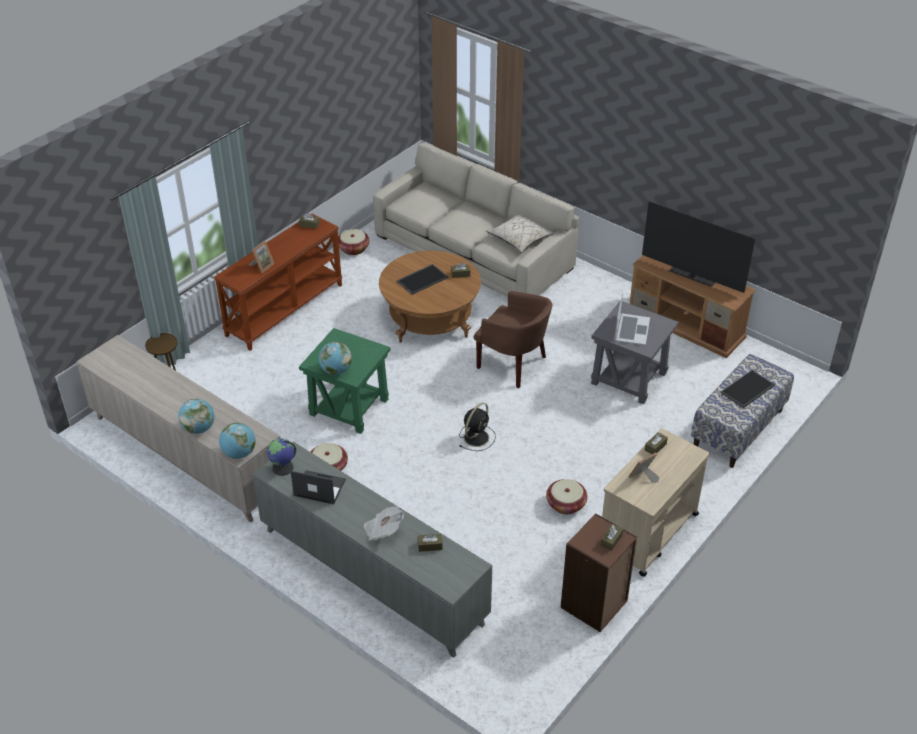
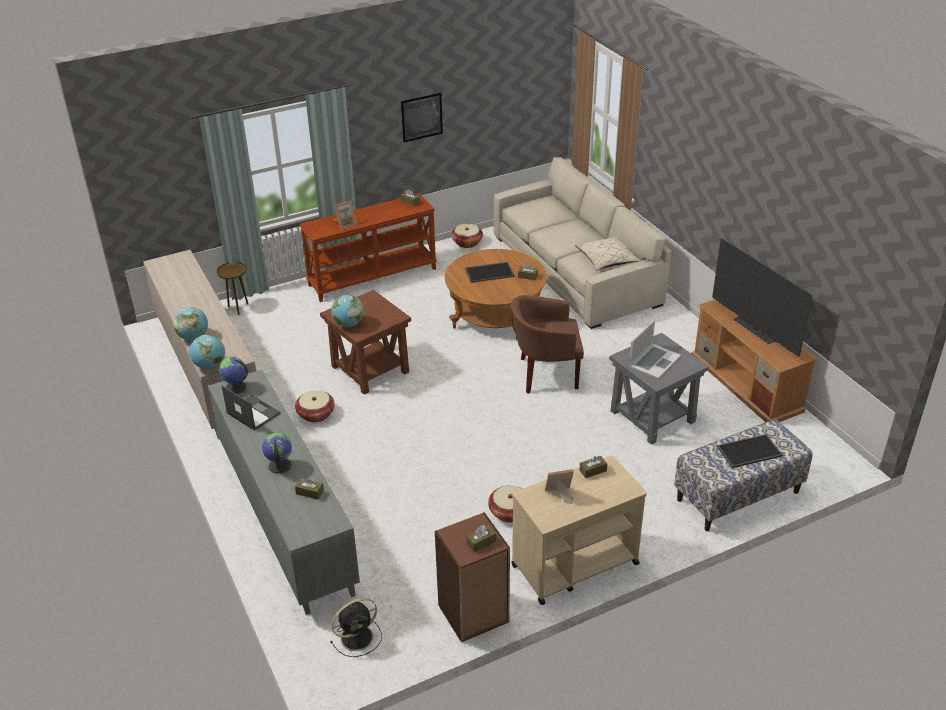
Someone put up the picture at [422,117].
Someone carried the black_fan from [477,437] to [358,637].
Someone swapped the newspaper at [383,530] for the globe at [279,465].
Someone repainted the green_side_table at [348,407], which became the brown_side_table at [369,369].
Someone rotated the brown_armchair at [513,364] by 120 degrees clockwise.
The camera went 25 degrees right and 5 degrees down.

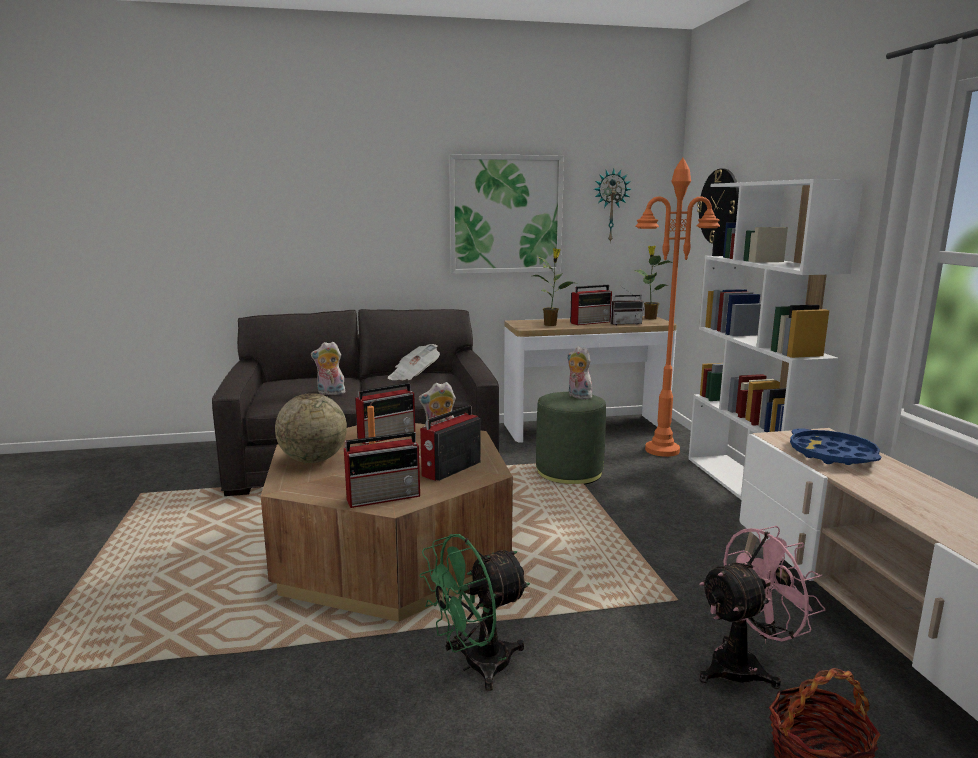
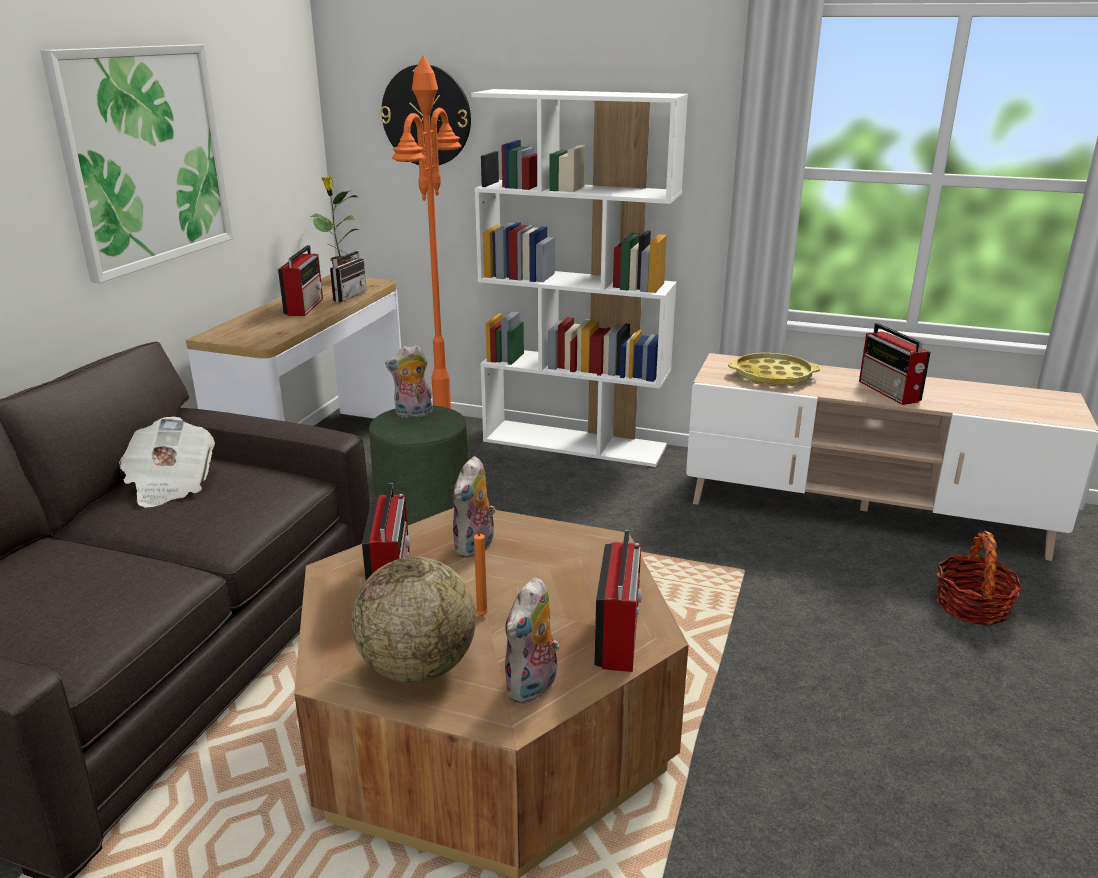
Someone took away the green_fan at [476,666].
Someone took away the potted_plant at [551,324].
Someone took away the wall_clock at [610,205].
Someone took away the pink_fan at [745,666].
Someone carried the plush_toy from [330,393] to [533,688].
Someone carried the radio from [450,469] to [890,392].
Someone repainted the blue_tray at [832,454], which became the yellow_tray at [772,376].
The camera went 60 degrees left and 10 degrees up.

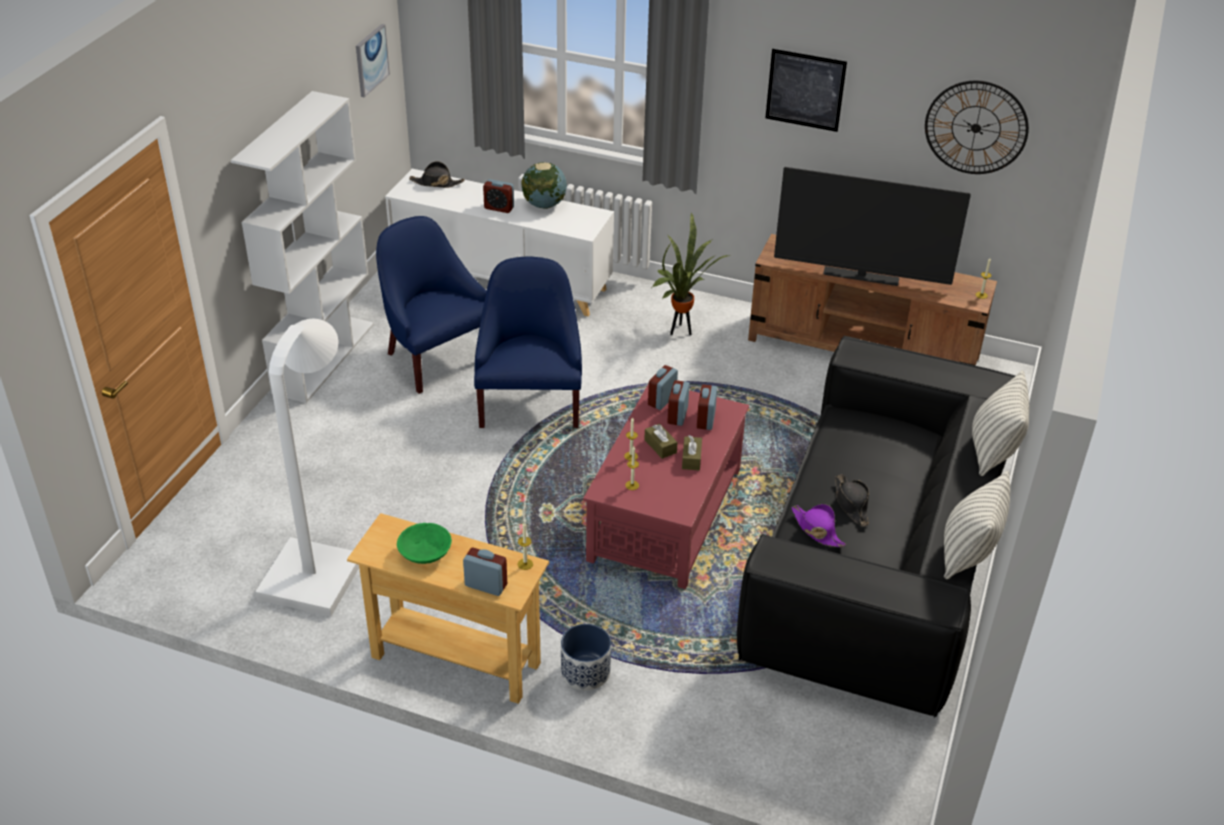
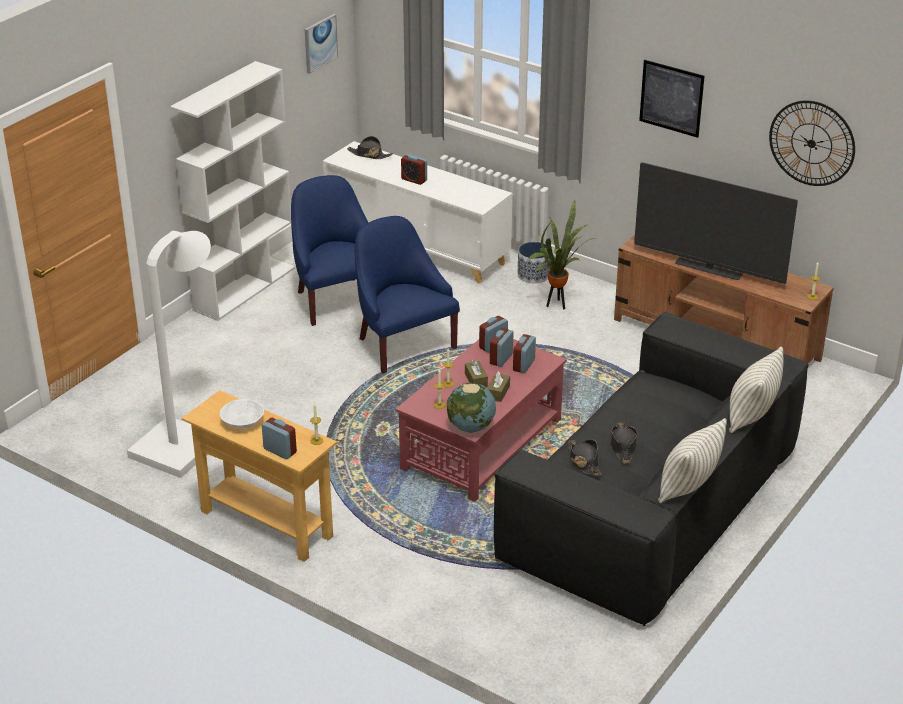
Someone carried the globe from [544,205] to [471,427].
Someone carried the planter from [585,671] to [534,275].
Someone repainted the green_bowl at [425,553], which became the white_bowl at [242,422].
Someone repainted the purple_hat at [817,530], which became the black_hat at [583,461].
Someone rotated the blue_armchair at [530,402] by 45 degrees counterclockwise.
The camera went 15 degrees right and 5 degrees down.

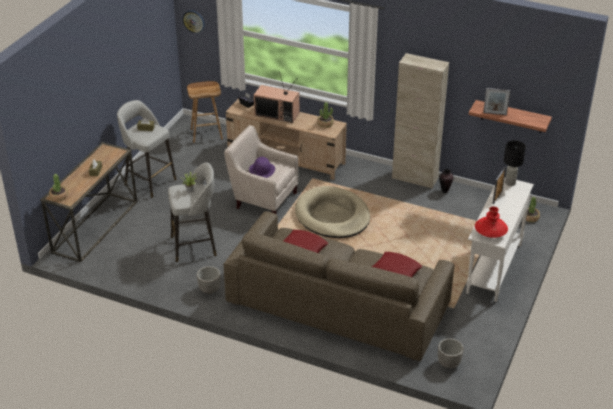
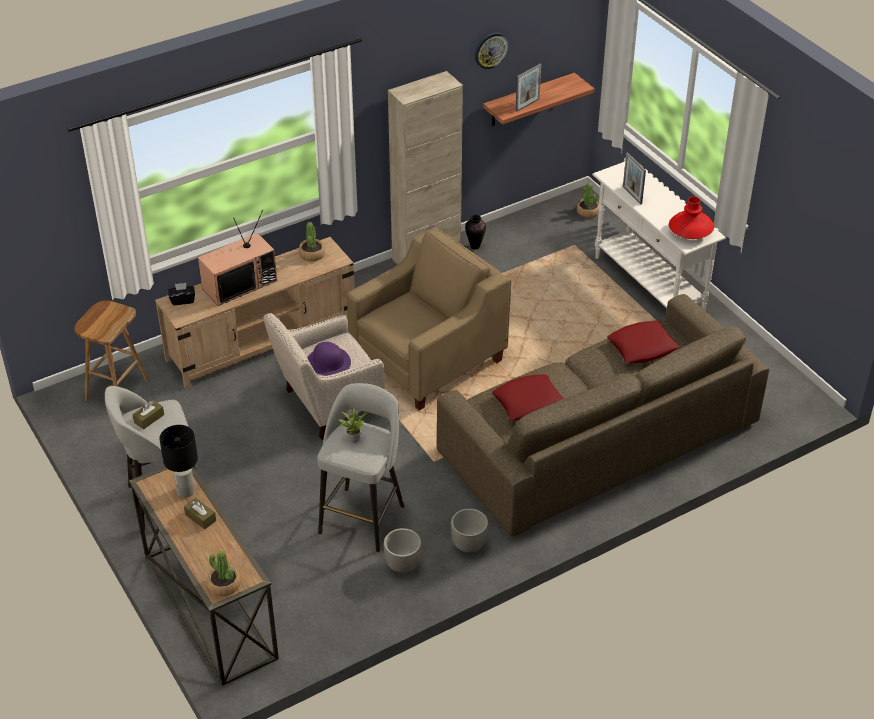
Someone carried the wall_clock from [193,21] to [491,50].
Someone carried the planter from [448,363] to [402,565].
Someone carried the black_table_lamp from [510,183] to [185,491].
Someone swapped the beige_dog_bed at [332,216] for the beige_armchair at [428,360].
The camera went 55 degrees left and 5 degrees up.

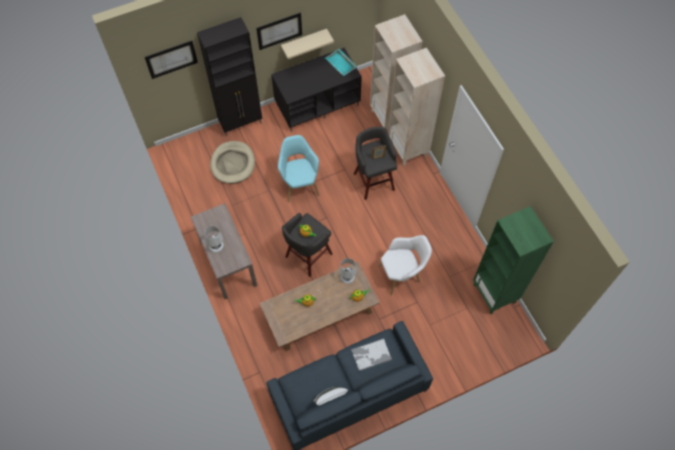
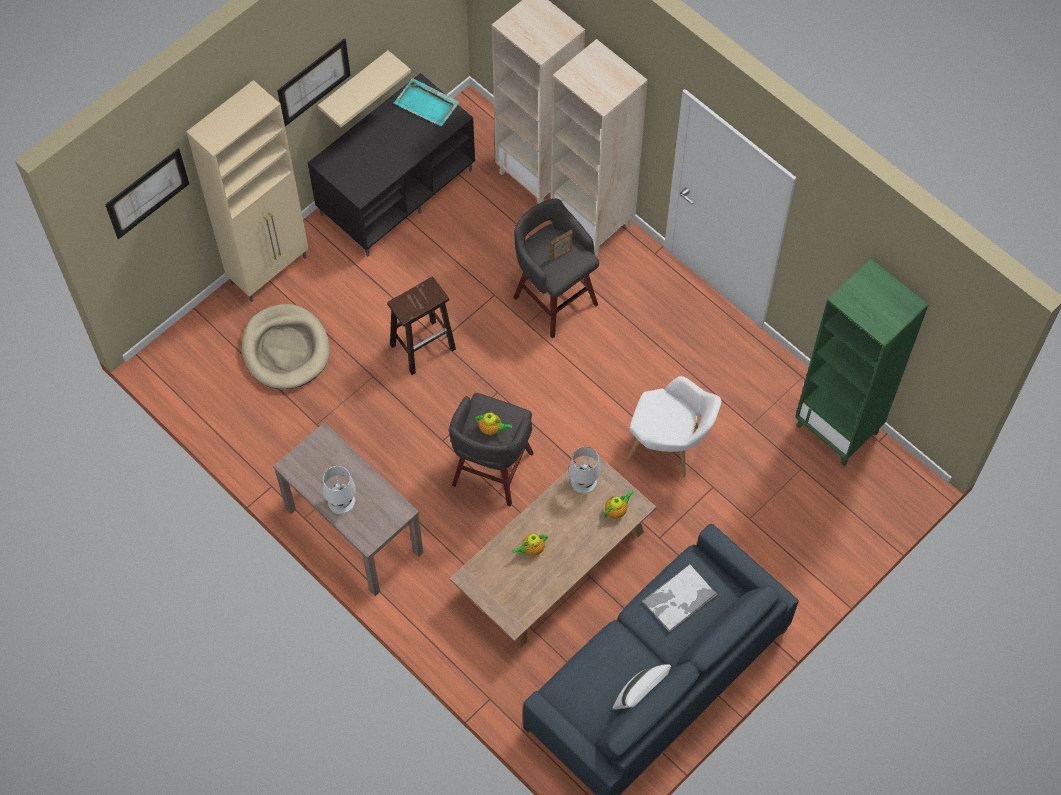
Someone swapped the turquoise_armchair at [299,183] for the brown_stool at [423,346].
Someone repainted the black_cabinet at [241,123], which became the beige_cabinet at [270,270].
Someone rotated the white_armchair at [402,274] by 60 degrees clockwise.
The camera went 20 degrees left and 0 degrees up.

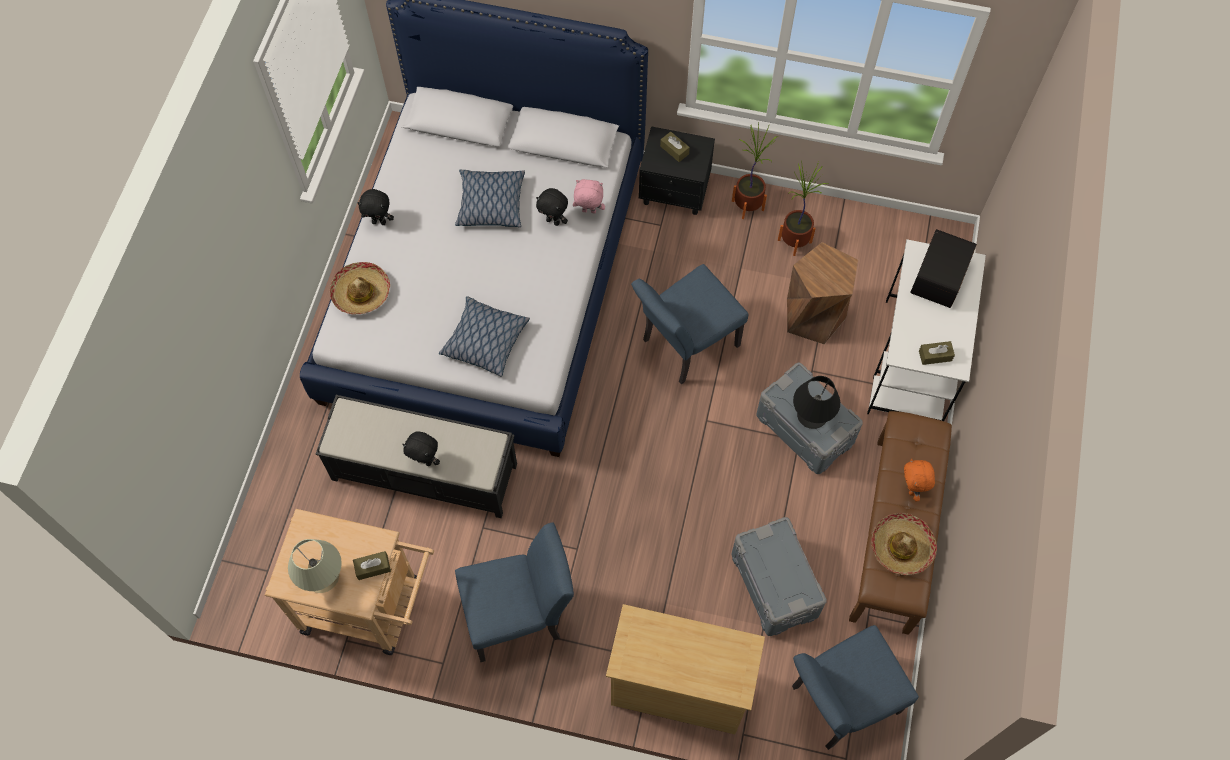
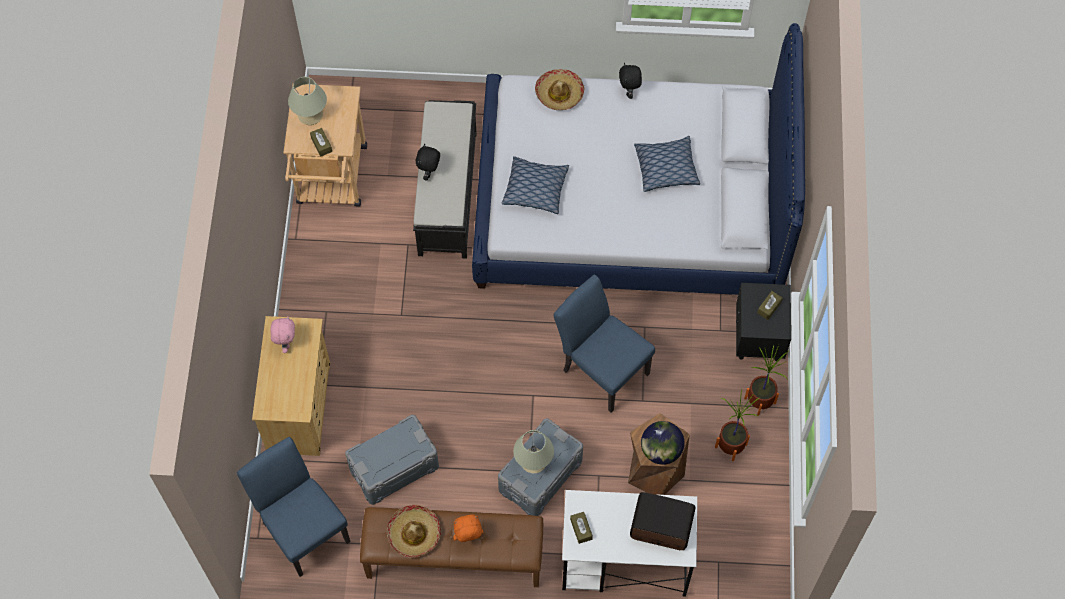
Someone took away the blue_chair at [520,615].
Someone took away the black_plush_toy at [553,221].
Someone put down the globe at [661,450].
Someone carried the pink_plush_toy from [588,212] to [286,343].
Someone repainted the black_table_lamp at [812,415], which became the beige_table_lamp at [534,461].
The camera went 80 degrees right and 0 degrees up.

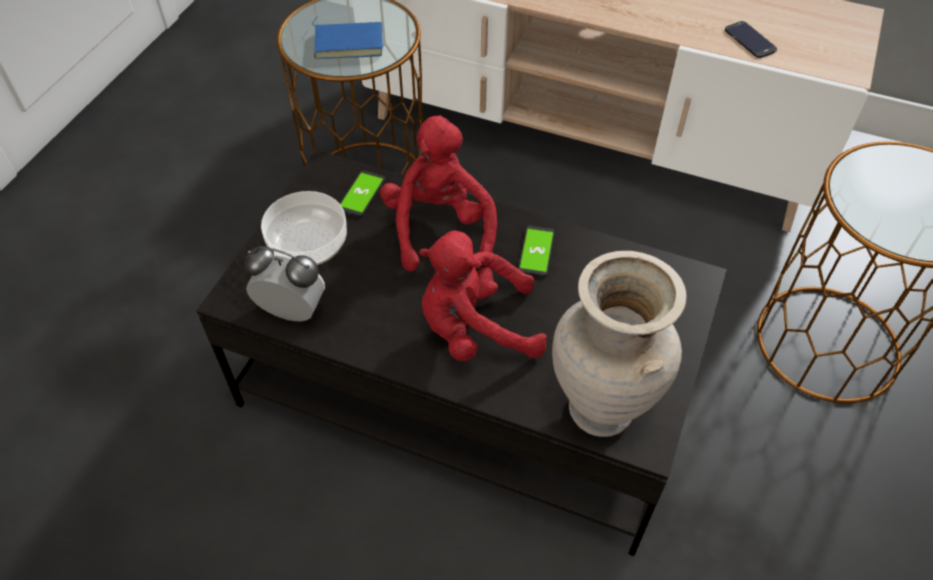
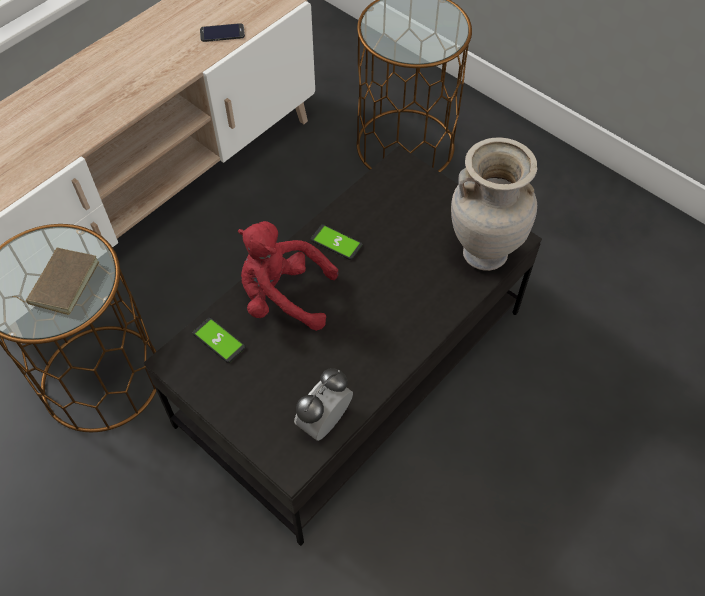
Someone took away the bowl at [309,244].
Someone took away the red_plush_toy at [475,329].
Someone repainted the blue_book at [349,42], which became the brown_book at [62,282].
The camera went 70 degrees left and 5 degrees up.

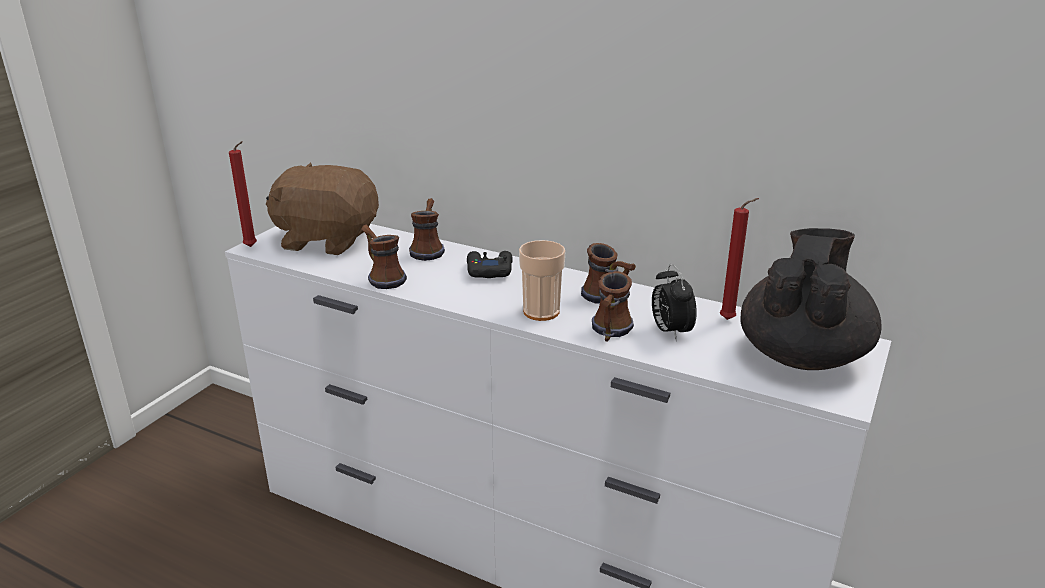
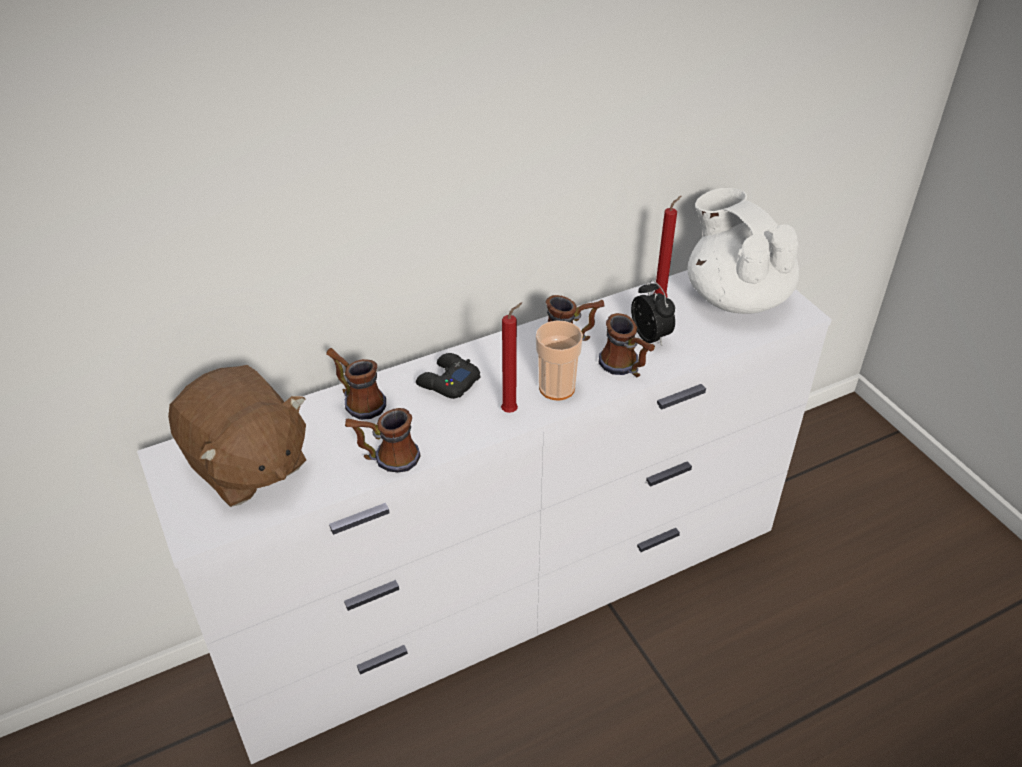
Someone carried the red_candle from [252,247] to [512,411].
Someone repainted the black_teapot at [802,355], which became the white_teapot at [735,297].
Someone rotated the brown_plush_toy at [327,240] by 90 degrees counterclockwise.
Someone rotated the alarm_clock at [670,331] by 135 degrees counterclockwise.
The camera went 55 degrees left and 15 degrees up.

